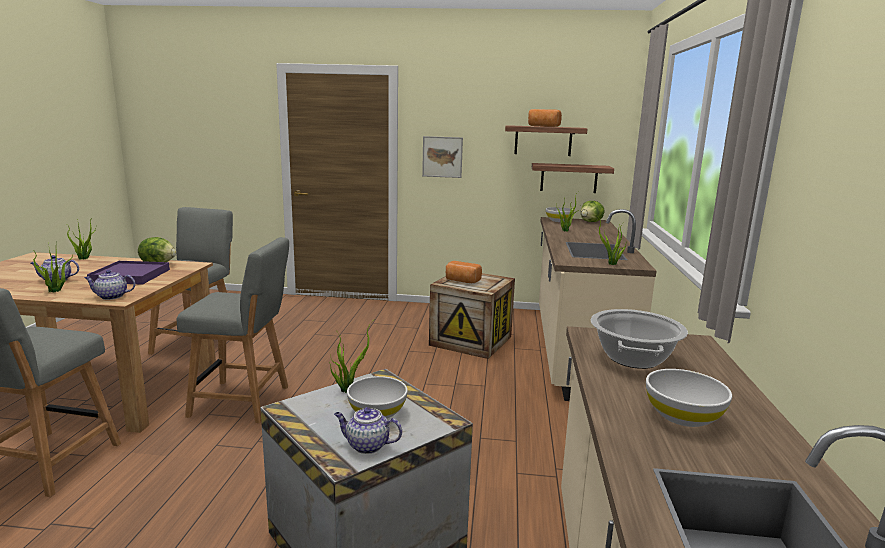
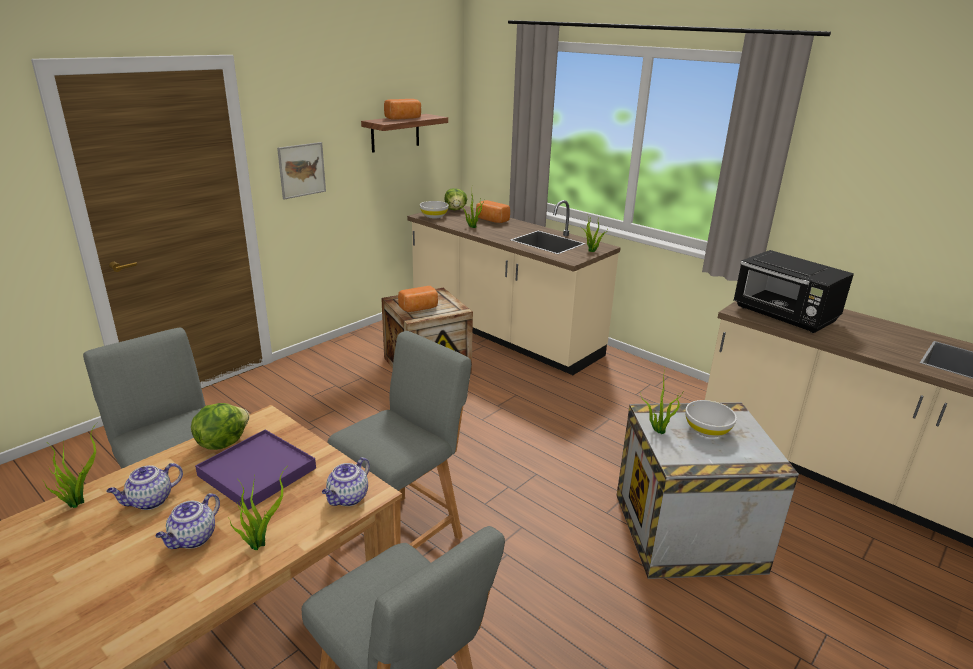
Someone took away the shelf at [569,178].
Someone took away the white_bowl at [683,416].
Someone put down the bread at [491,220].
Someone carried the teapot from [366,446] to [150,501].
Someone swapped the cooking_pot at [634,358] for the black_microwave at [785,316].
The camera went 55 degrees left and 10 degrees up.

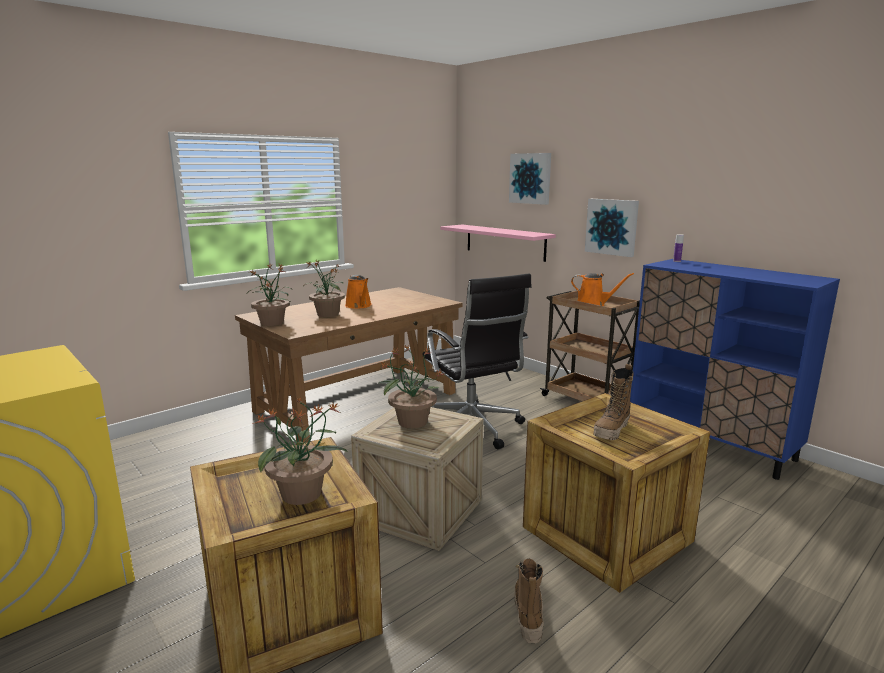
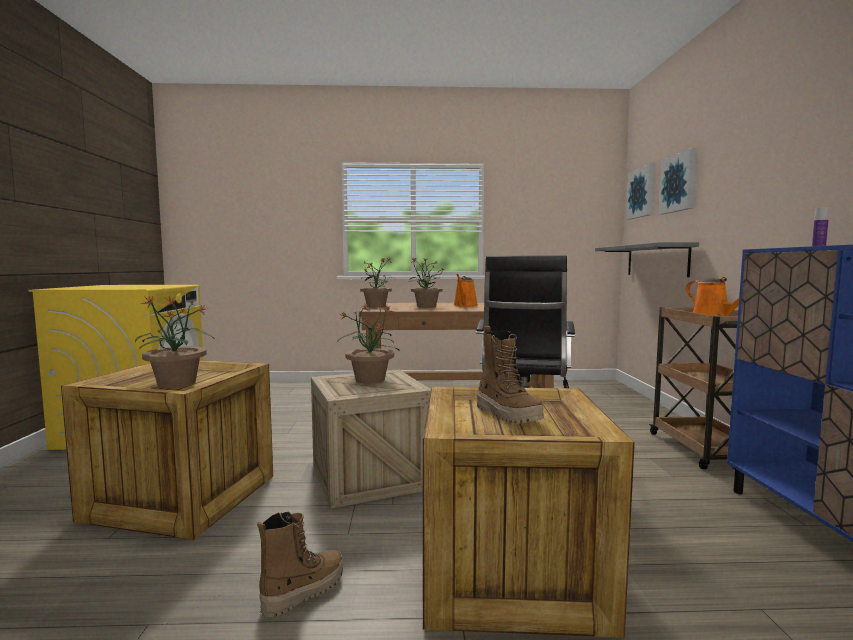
Someone carried the picture from [612,227] to [642,192].
Someone repainted the pink_shelf at [505,242], which became the grey_shelf at [656,260].
Someone rotated the boot at [612,431] by 105 degrees counterclockwise.
The camera went 40 degrees right and 10 degrees down.

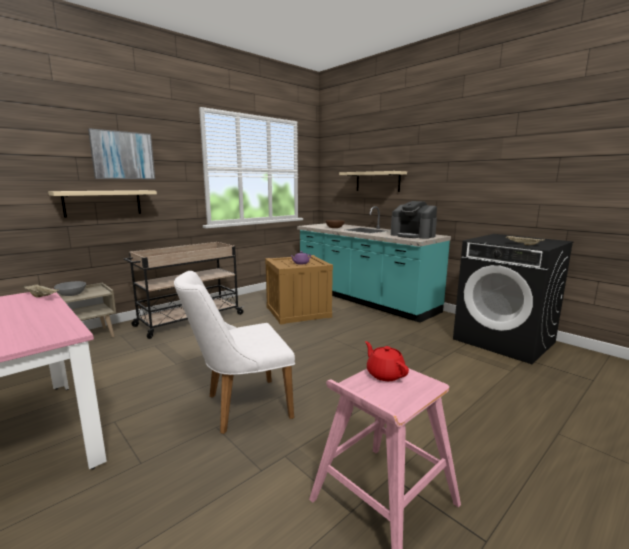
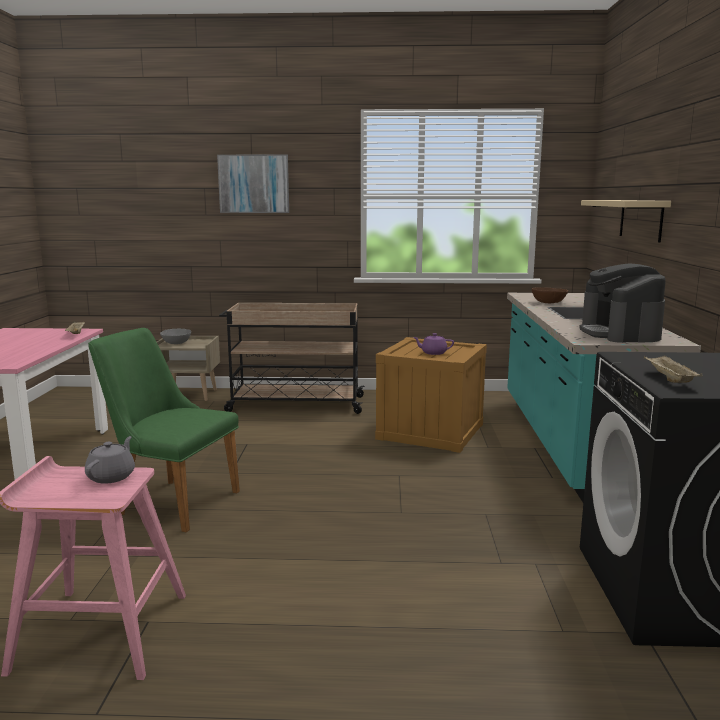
Someone took away the beige_shelf at [103,203].
Someone repainted the white_chair at [240,407], which became the green_chair at [169,501].
Someone repainted the red_teapot at [385,374], which became the grey_teapot at [112,476].
The camera went 45 degrees right and 0 degrees up.

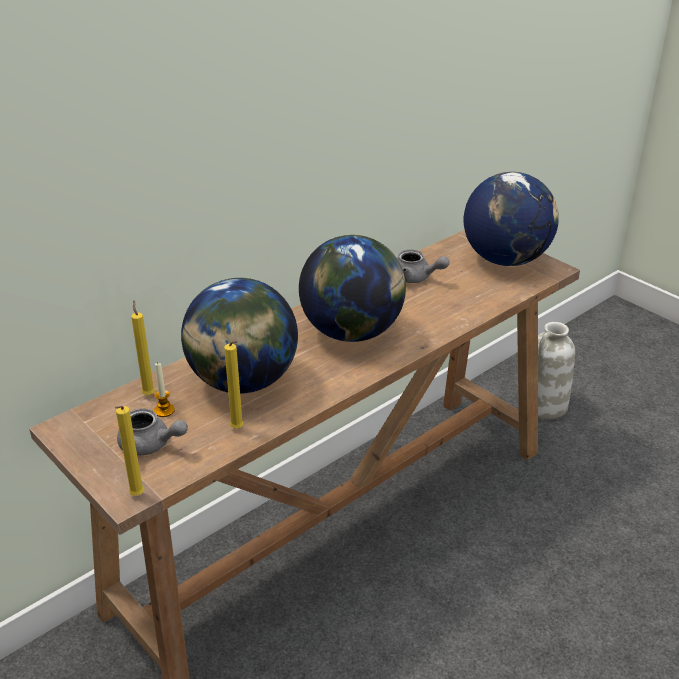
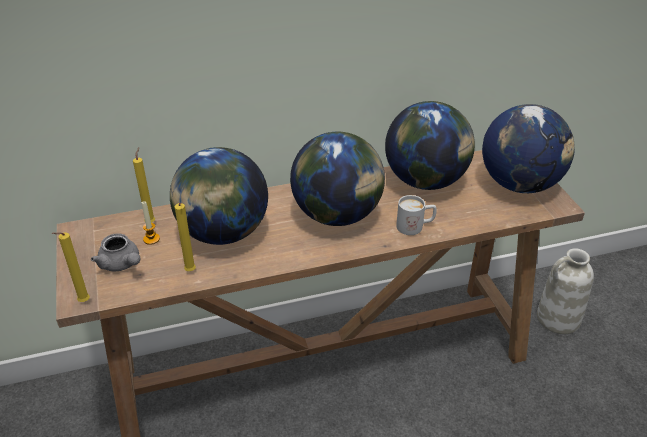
Someone put down the white_mug at [415,226].
Someone swapped the grey_teapot at [415,278] for the globe at [426,181].
The camera went 25 degrees right and 5 degrees up.

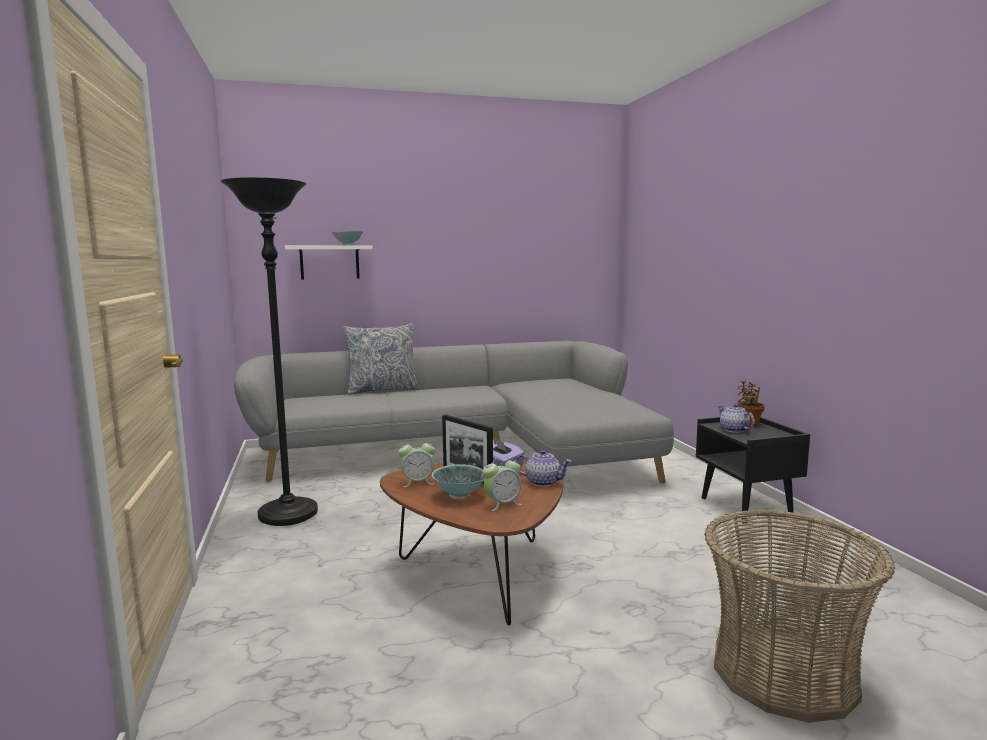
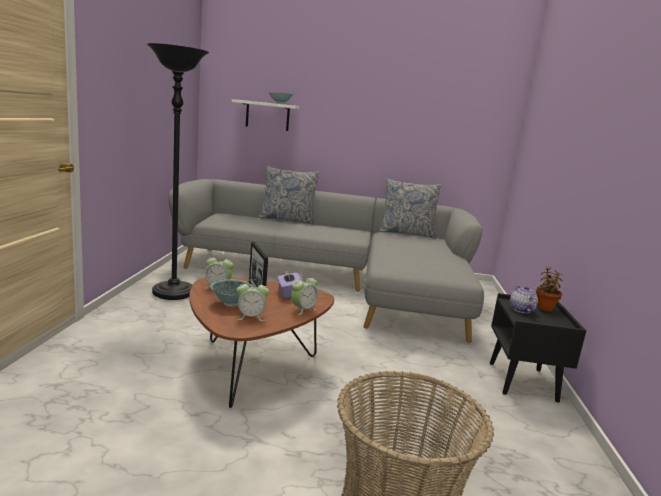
Someone put down the pillow at [406,233].
Someone swapped the teapot at [542,482] for the alarm_clock at [303,310].
The camera went 20 degrees right and 5 degrees up.

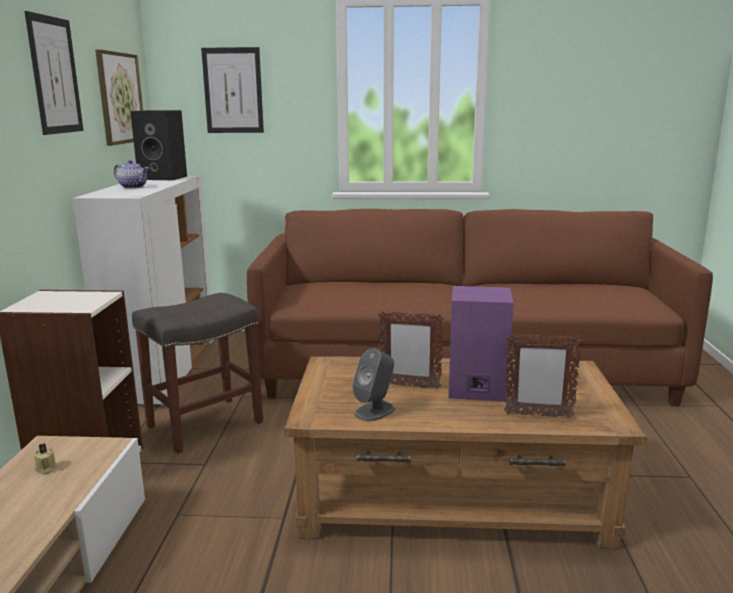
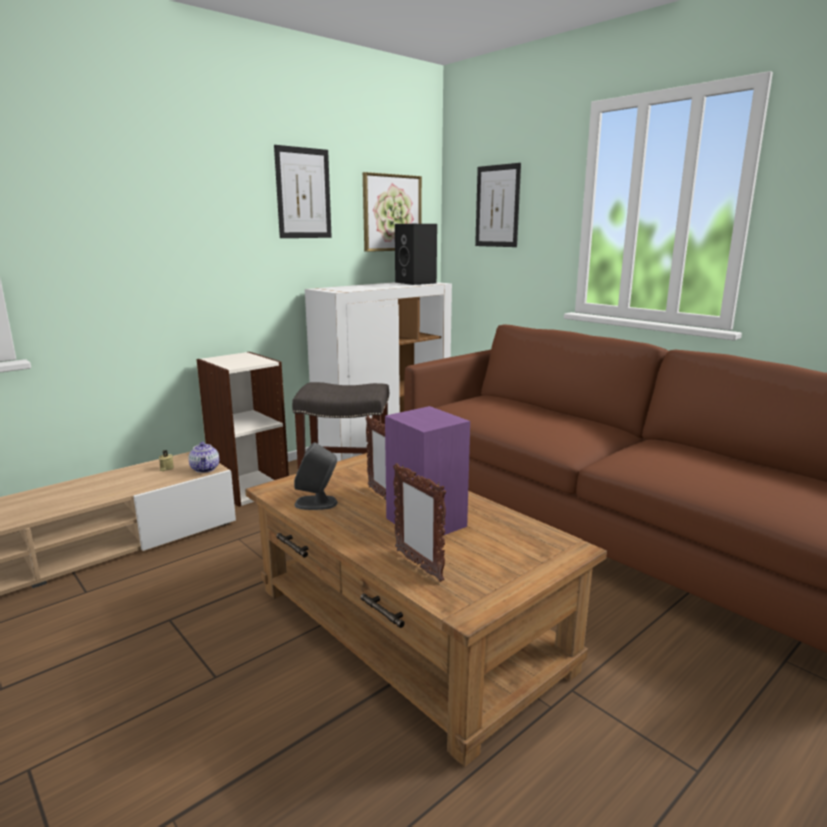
Someone carried the teapot from [133,187] to [205,469].
The camera went 45 degrees right and 0 degrees up.

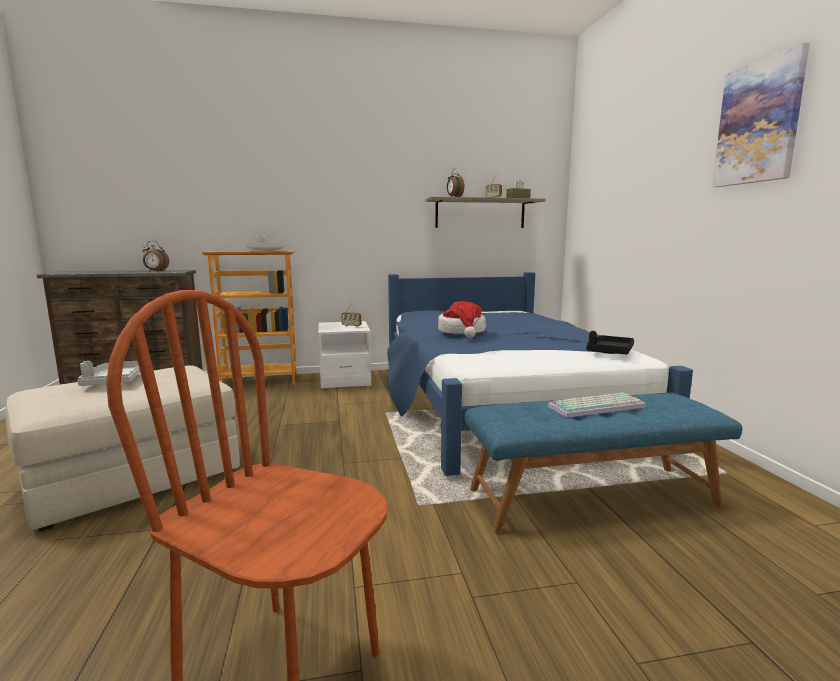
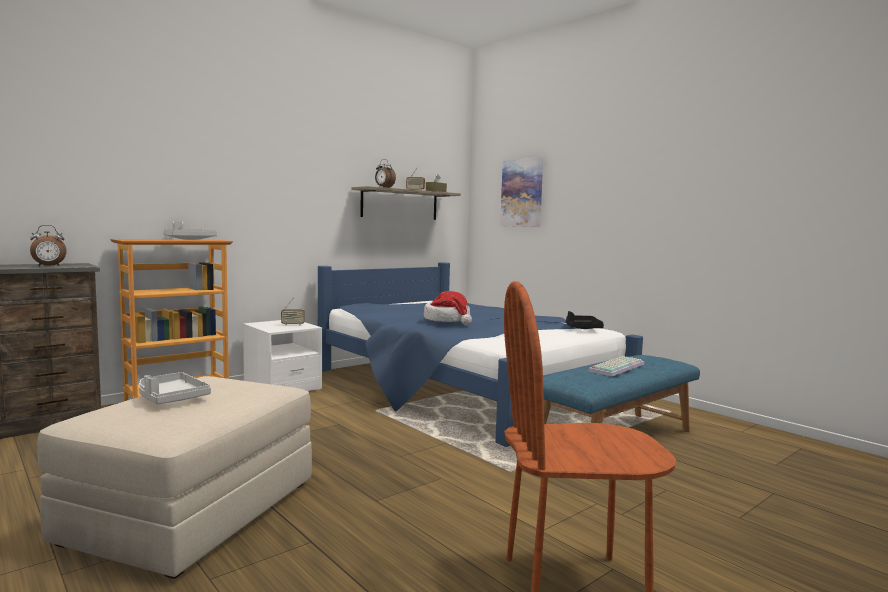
Someone carried the picture from [758,123] to [522,193].
The camera went 30 degrees left and 5 degrees down.

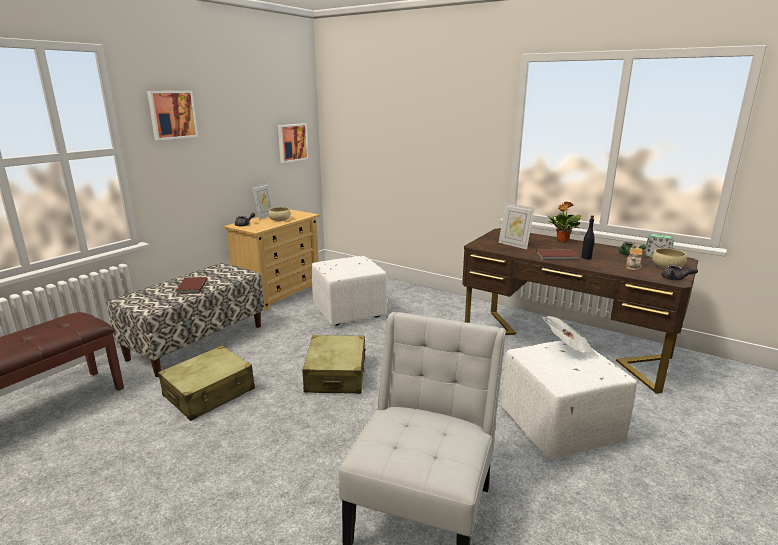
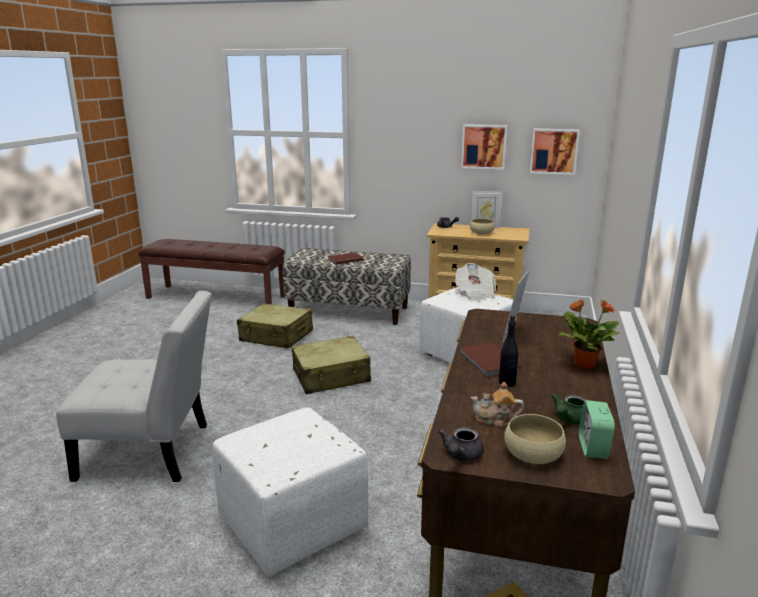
Someone carried the picture from [172,114] to [484,146].
Someone carried the newspaper from [568,349] to [475,293].
The camera went 70 degrees right and 0 degrees up.

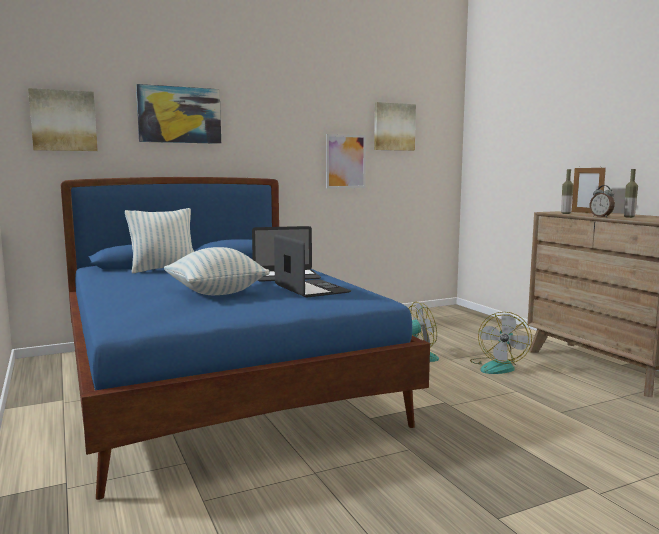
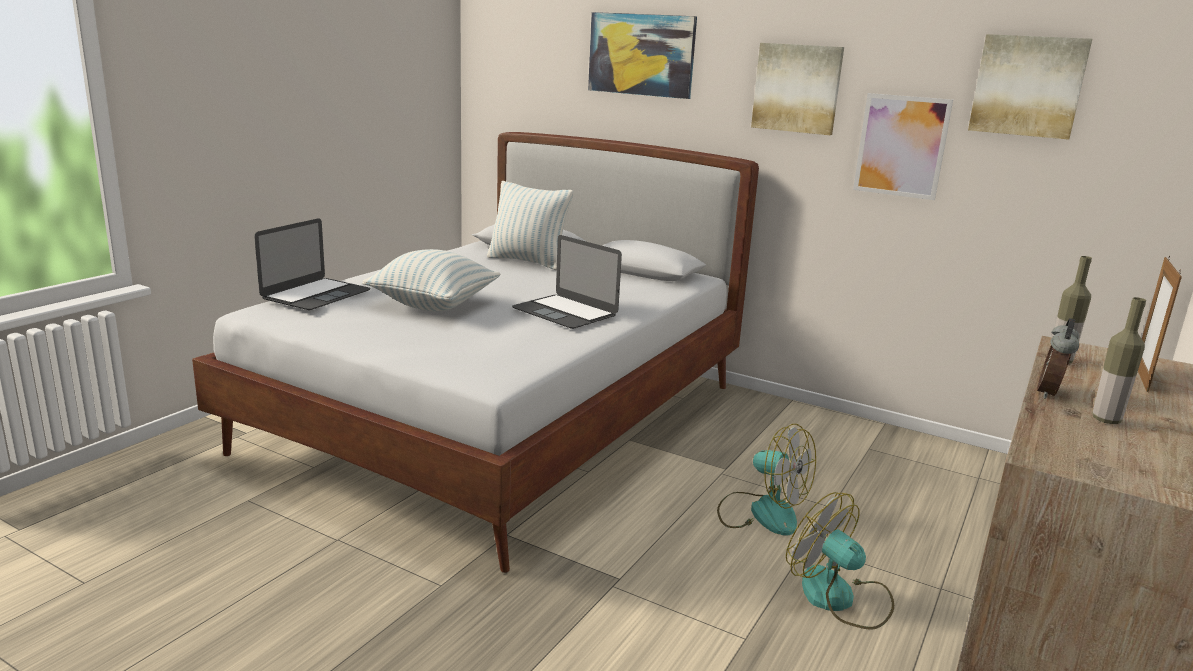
Someone carried the picture from [63,120] to [797,88].
Someone carried the laptop from [311,289] to [316,294].
Someone repainted the blue_bed at [219,385], which became the white_bed at [504,420].
Someone rotated the fan at [498,366] by 60 degrees clockwise.
The camera went 55 degrees right and 10 degrees up.

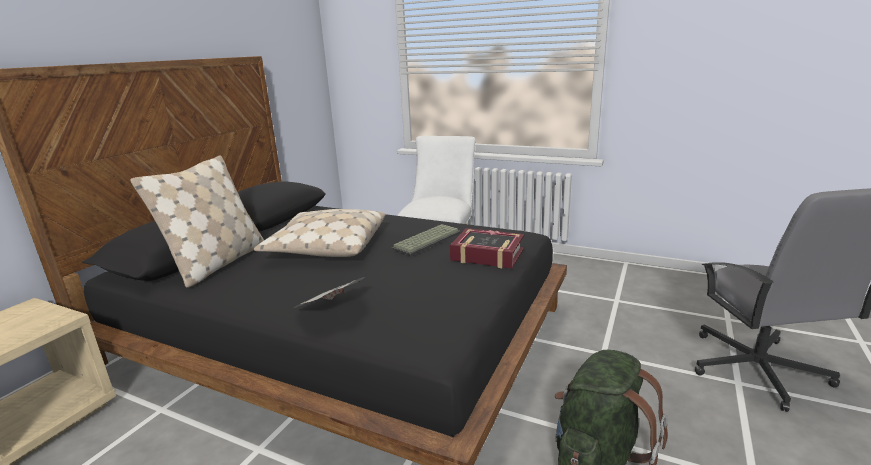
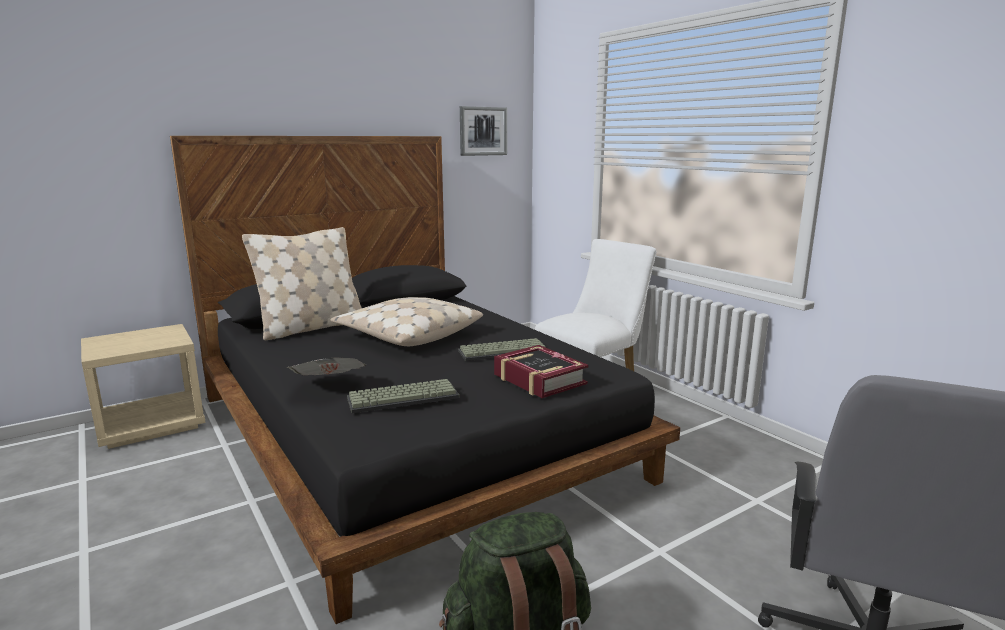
Someone put down the keyboard at [404,397].
Someone put up the picture at [483,131].
The camera went 30 degrees right and 5 degrees down.

